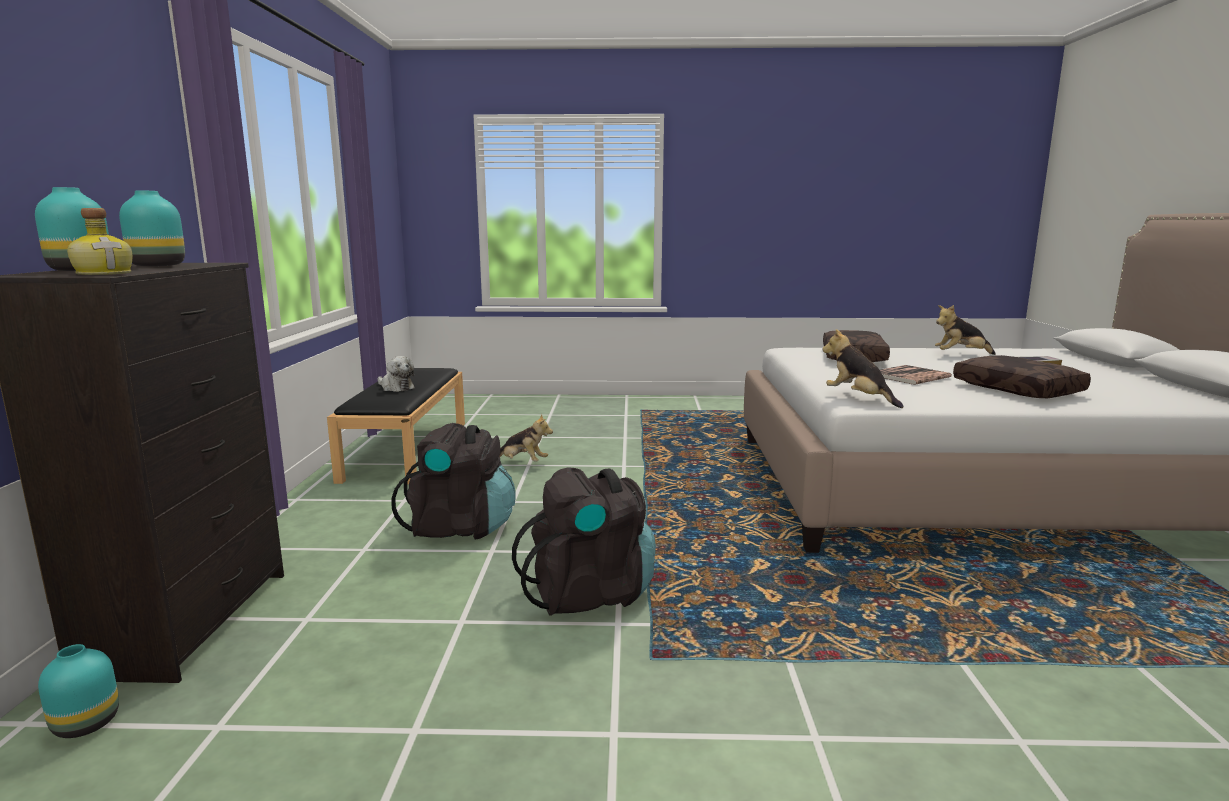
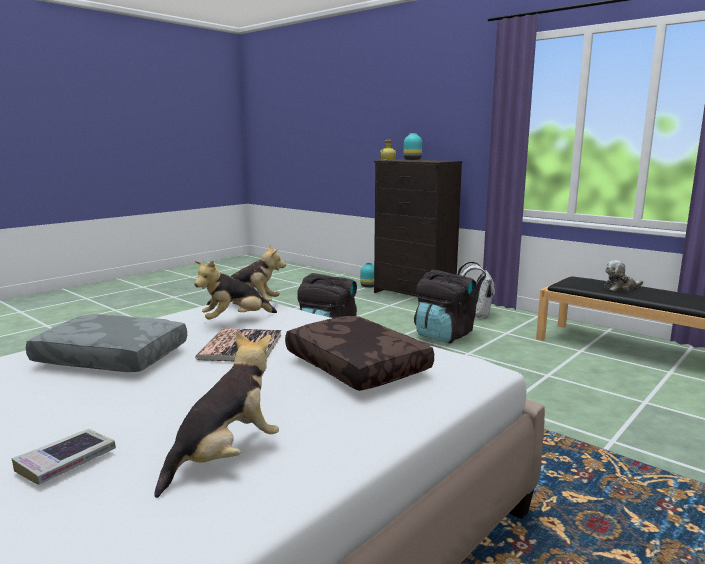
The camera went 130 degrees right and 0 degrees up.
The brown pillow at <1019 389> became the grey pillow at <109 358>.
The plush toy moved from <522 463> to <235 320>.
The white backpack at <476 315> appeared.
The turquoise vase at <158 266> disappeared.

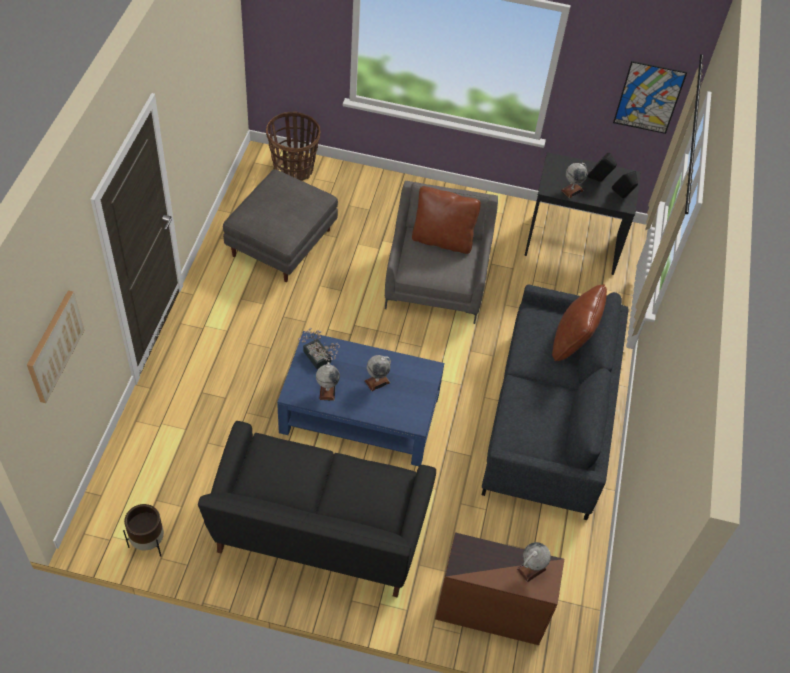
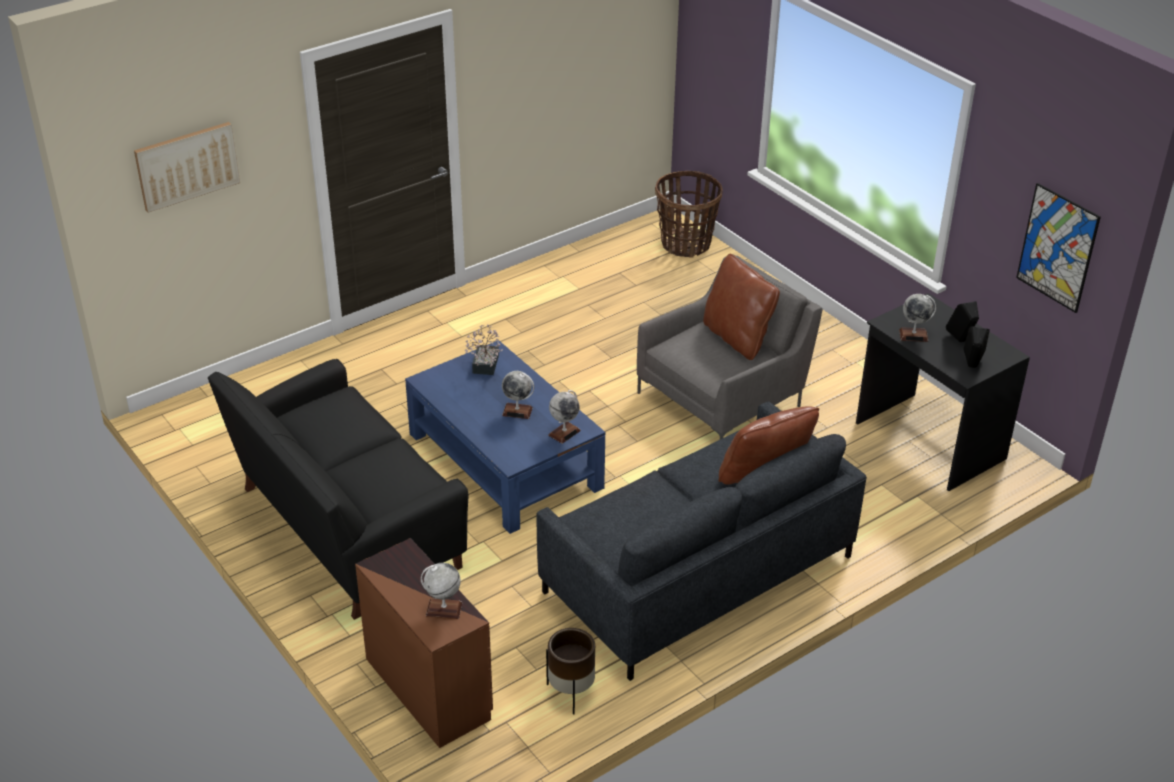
The camera went 45 degrees right and 15 degrees down.
The brown planter moved from <148 543> to <571 693>.
The globe moved from <327 391> to <564 433>.
The grey ottoman at <282 241> disappeared.

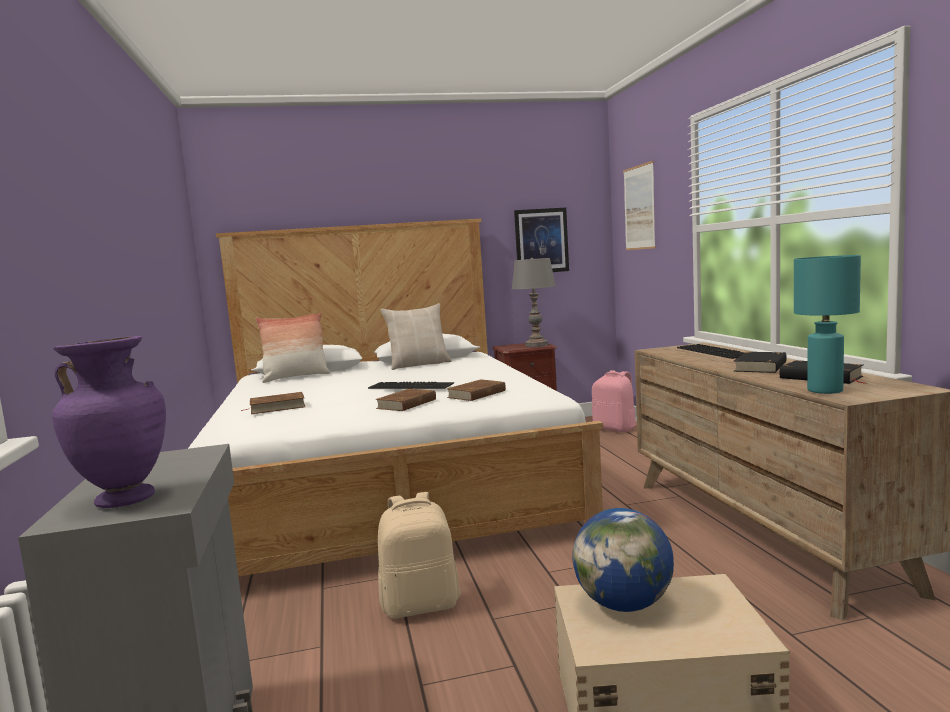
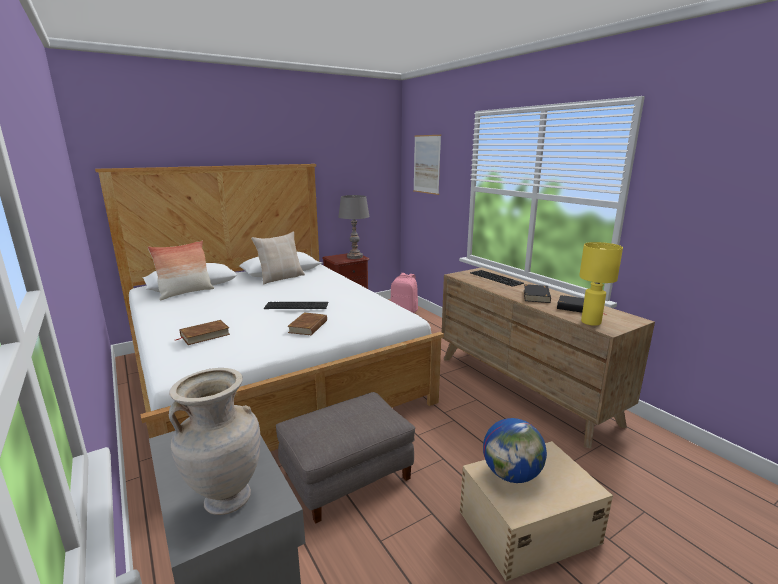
The camera went 20 degrees left and 10 degrees up.
The purple vase at <125 499> became the beige vase at <226 499>.
The beige backpack at <421 605> was replaced by the grey ottoman at <347 474>.
The turquoise table lamp at <824 391> became the yellow table lamp at <590 322>.
The brown book at <477 394> disappeared.
The picture at <541 241> disappeared.

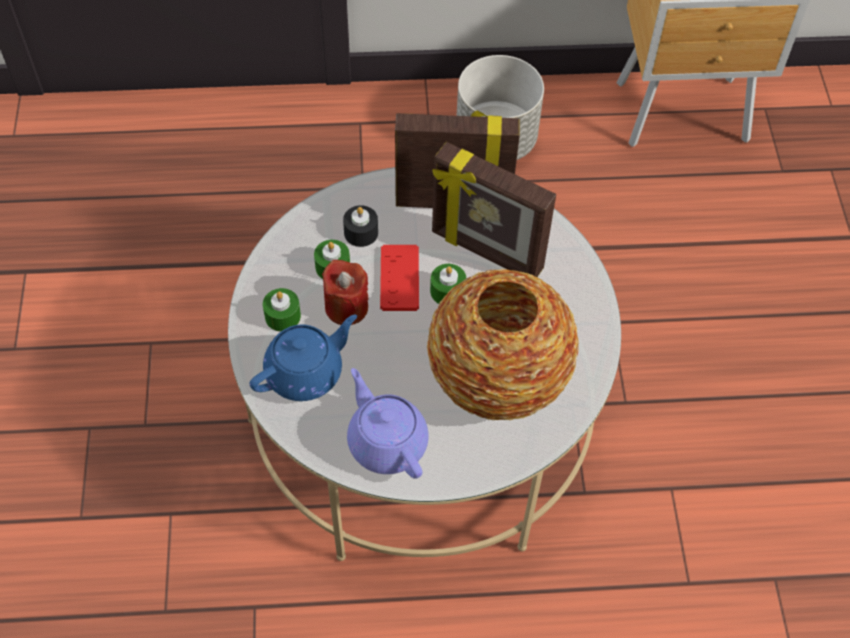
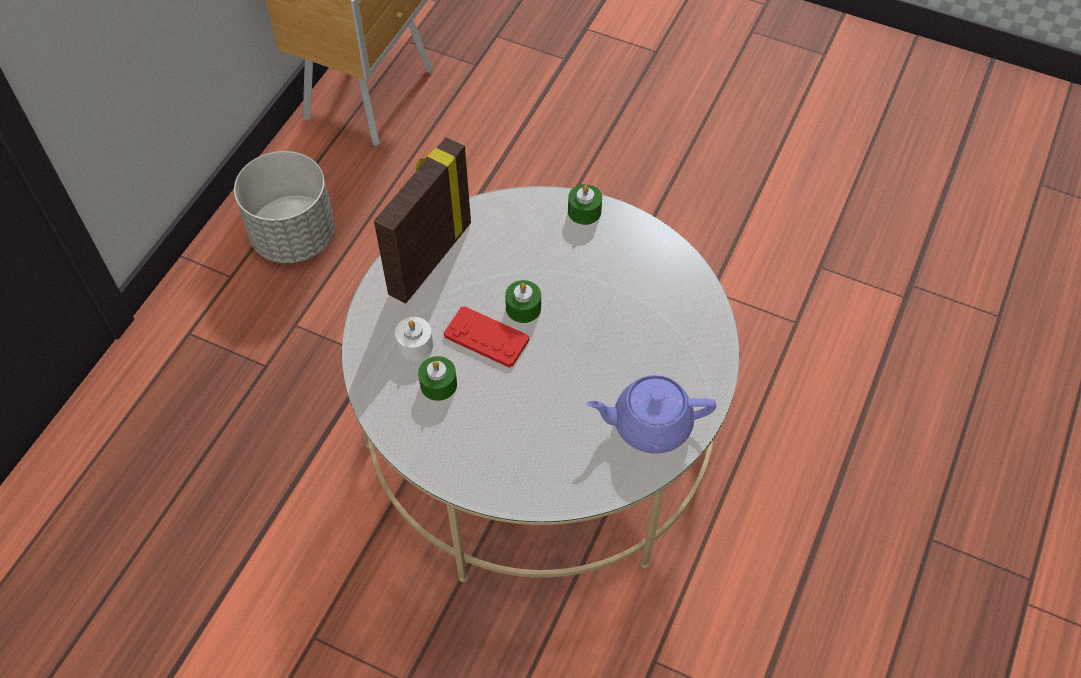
The camera went 60 degrees left and 0 degrees up.
The black candle at <361 232> became the white candle at <415 345>.
The green candle moved from <282 316> to <584 211>.
The blue teapot at <306 372> disappeared.
The red candle at <346 307> disappeared.
The vase at <497 378> disappeared.
The picture frame at <486 252> disappeared.

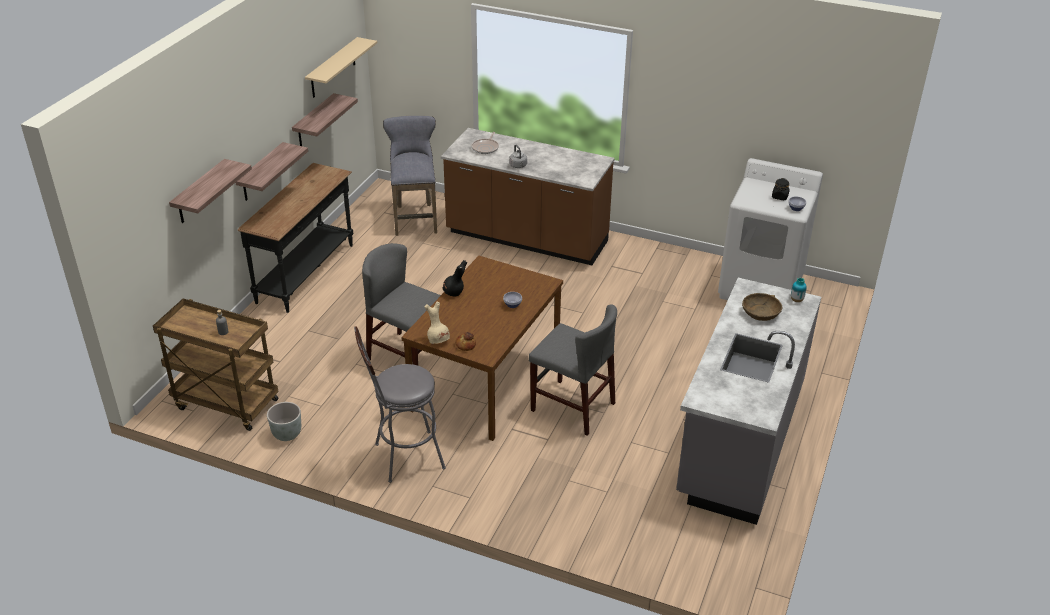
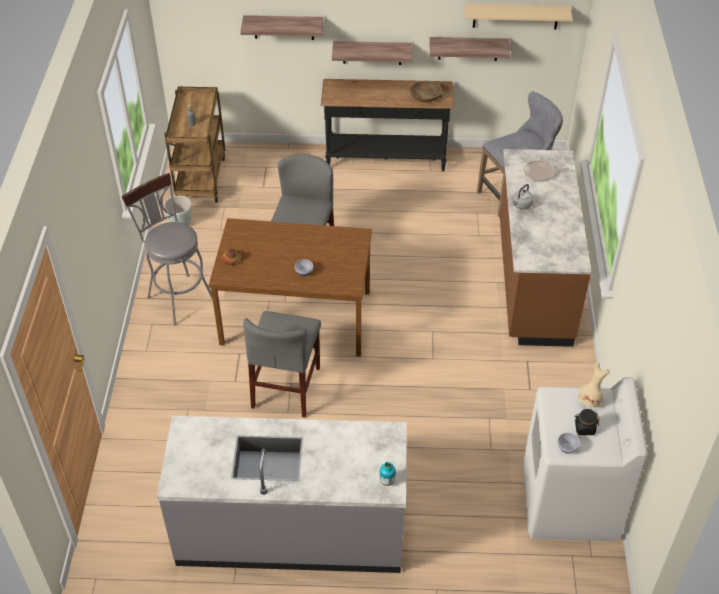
The camera went 70 degrees right and 10 degrees up.
The brown bowl moved from <761 312> to <425 96>.
The beige vase moved from <438 340> to <590 401>.
The black vase at <454 293> disappeared.

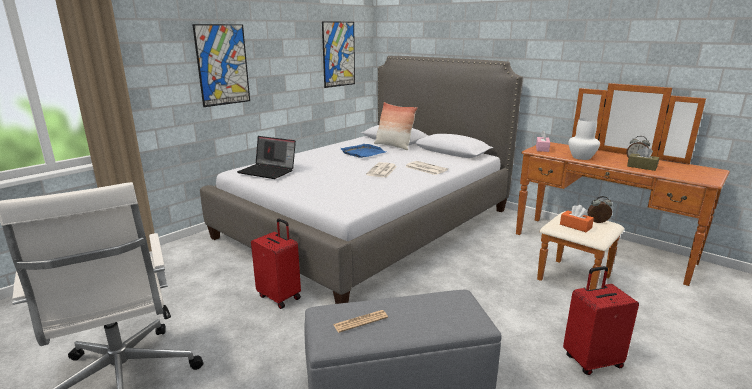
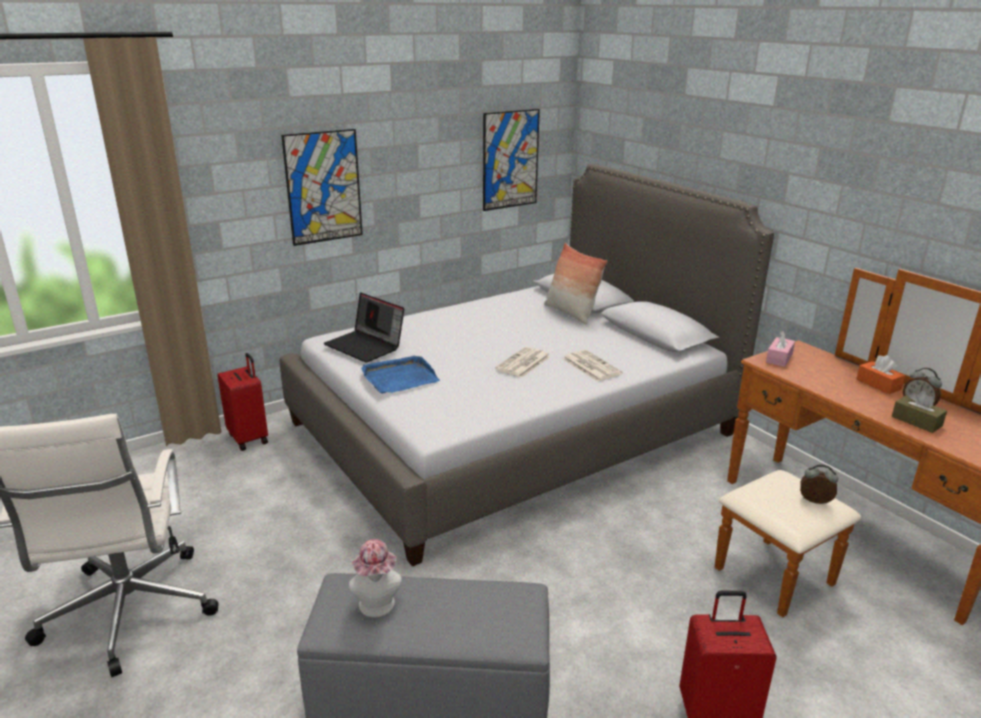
The camera went 15 degrees right and 5 degrees up.
The red suitcase moved from <280 297> to <249 438>.
The newspaper at <360 321> was replaced by the hat at <377 608>.
The blue tray moved from <363 153> to <399 378>.
The orange tissue box moved from <575 226> to <878 384>.
The white vase at <581 157> disappeared.

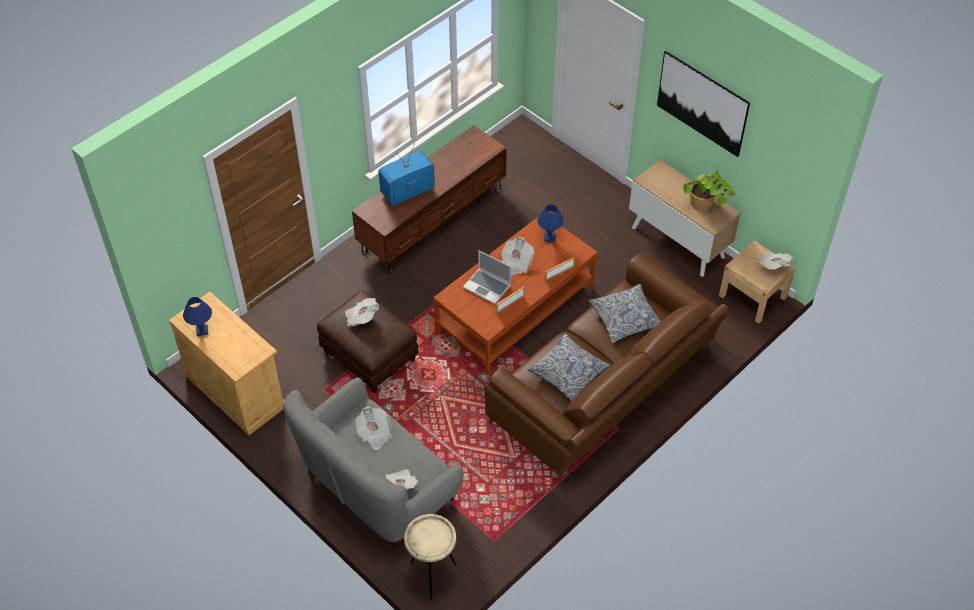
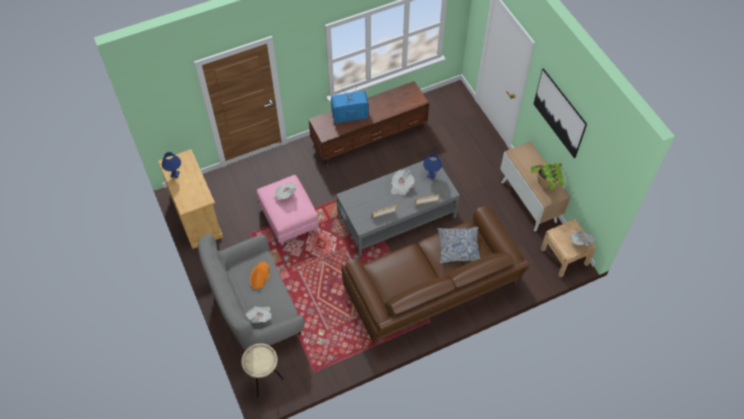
The camera went 20 degrees right and 5 degrees up.
The newspaper at <374 433> was replaced by the orange hat at <260 276>.
The brown ottoman at <370 356> became the pink ottoman at <290 219>.
The brown coffee table at <515 310> became the grey coffee table at <396 217>.
The laptop at <488 286> disappeared.
The pillow at <568 373> disappeared.

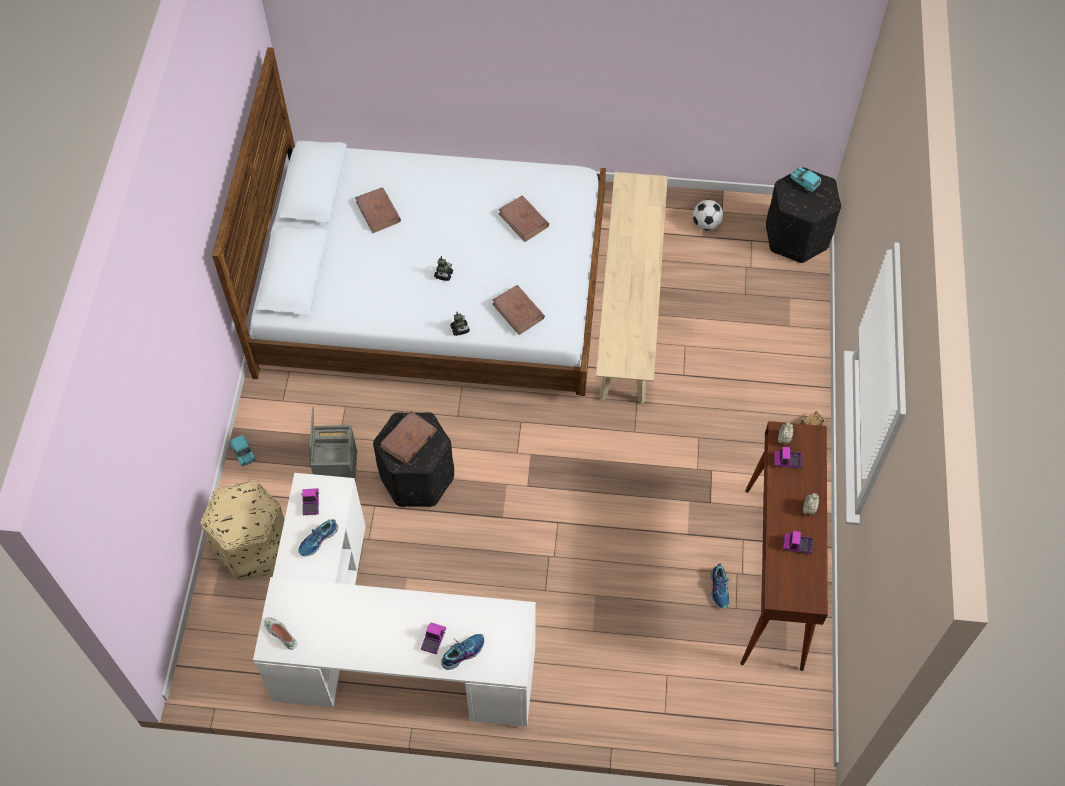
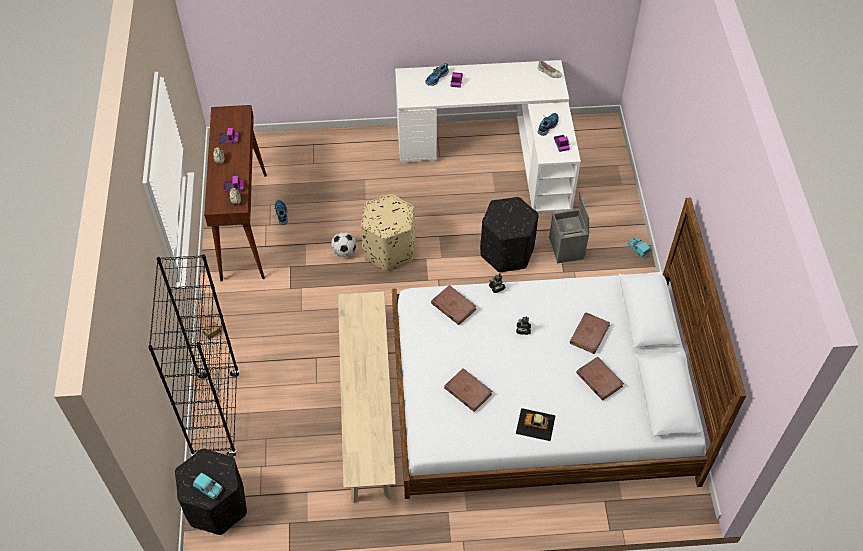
The camera went 170 degrees right and 5 degrees down.
The black bookcase at <217 415> appeared.
The football moved from <706 224> to <344 251>.
The beige ottoman moved from <253 547> to <389 250>.
The toy car at <535 424> appeared.
The brown book moved from <408 439> to <589 334>.

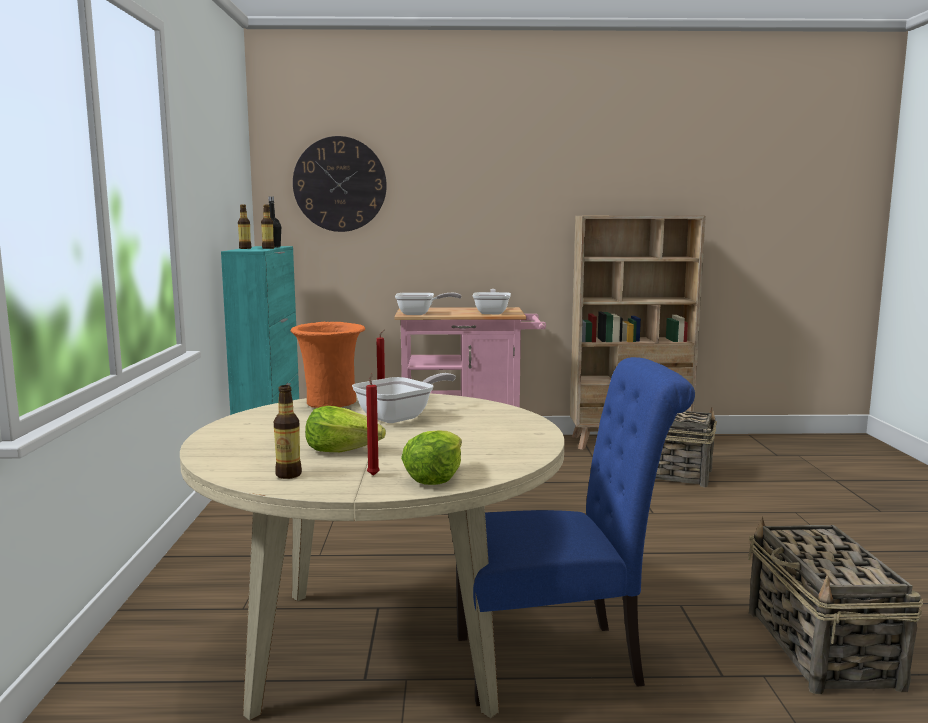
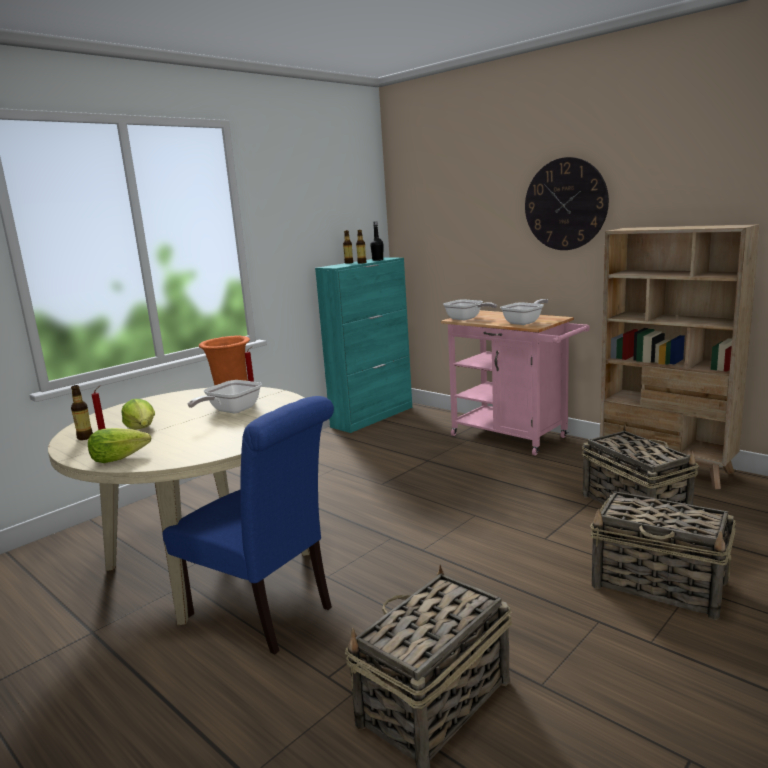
The camera went 45 degrees right and 5 degrees up.
The frying pan at <401 417> turned 120 degrees clockwise.
The wall clock moved from <339 184> to <565 204>.
The basket at <660 585> appeared.

